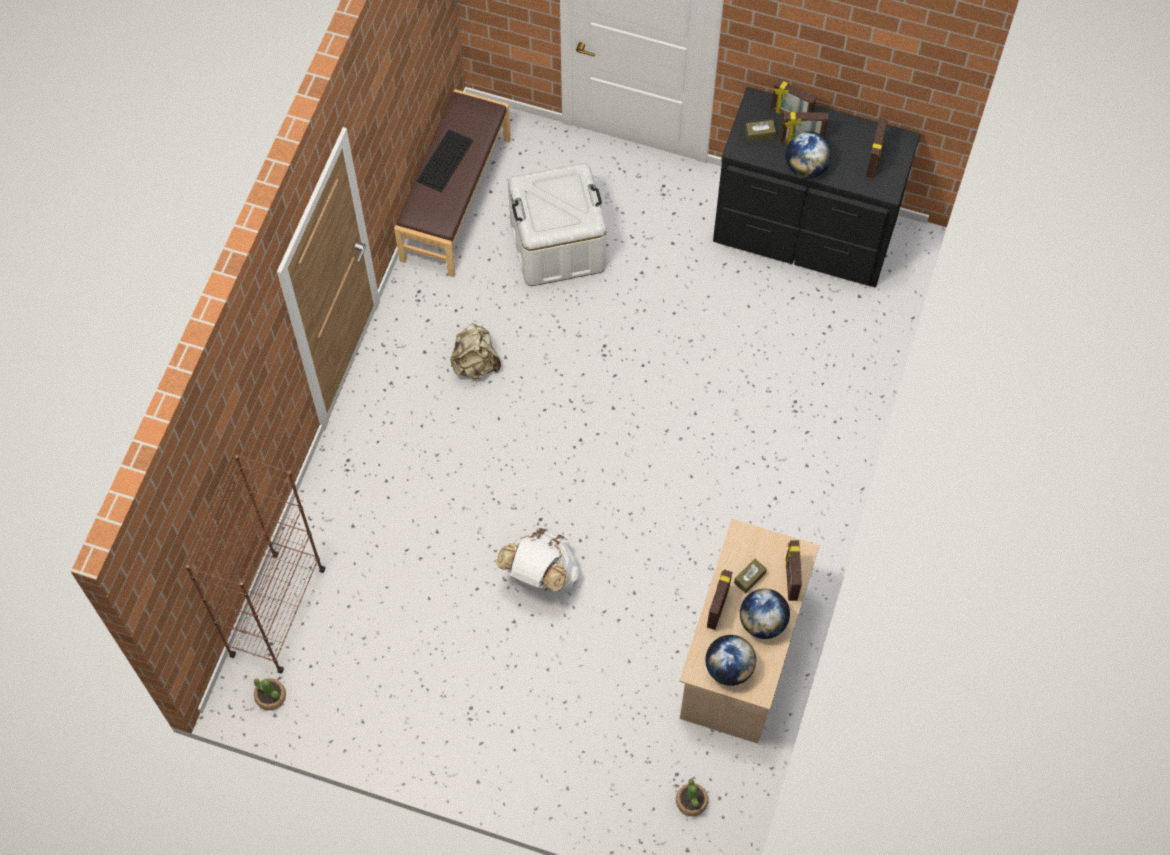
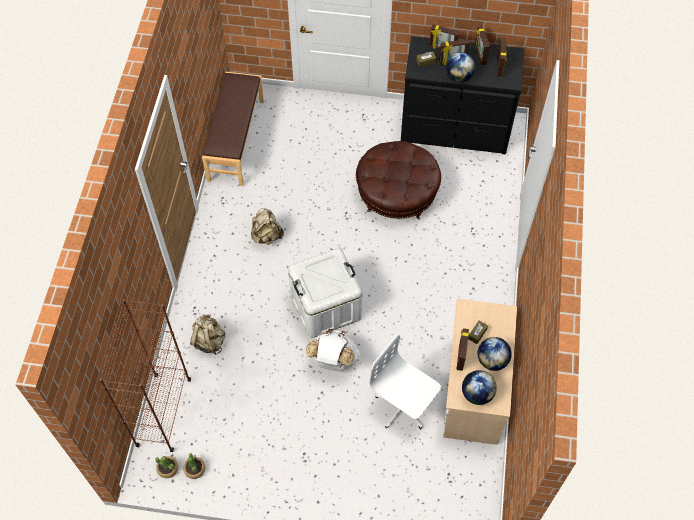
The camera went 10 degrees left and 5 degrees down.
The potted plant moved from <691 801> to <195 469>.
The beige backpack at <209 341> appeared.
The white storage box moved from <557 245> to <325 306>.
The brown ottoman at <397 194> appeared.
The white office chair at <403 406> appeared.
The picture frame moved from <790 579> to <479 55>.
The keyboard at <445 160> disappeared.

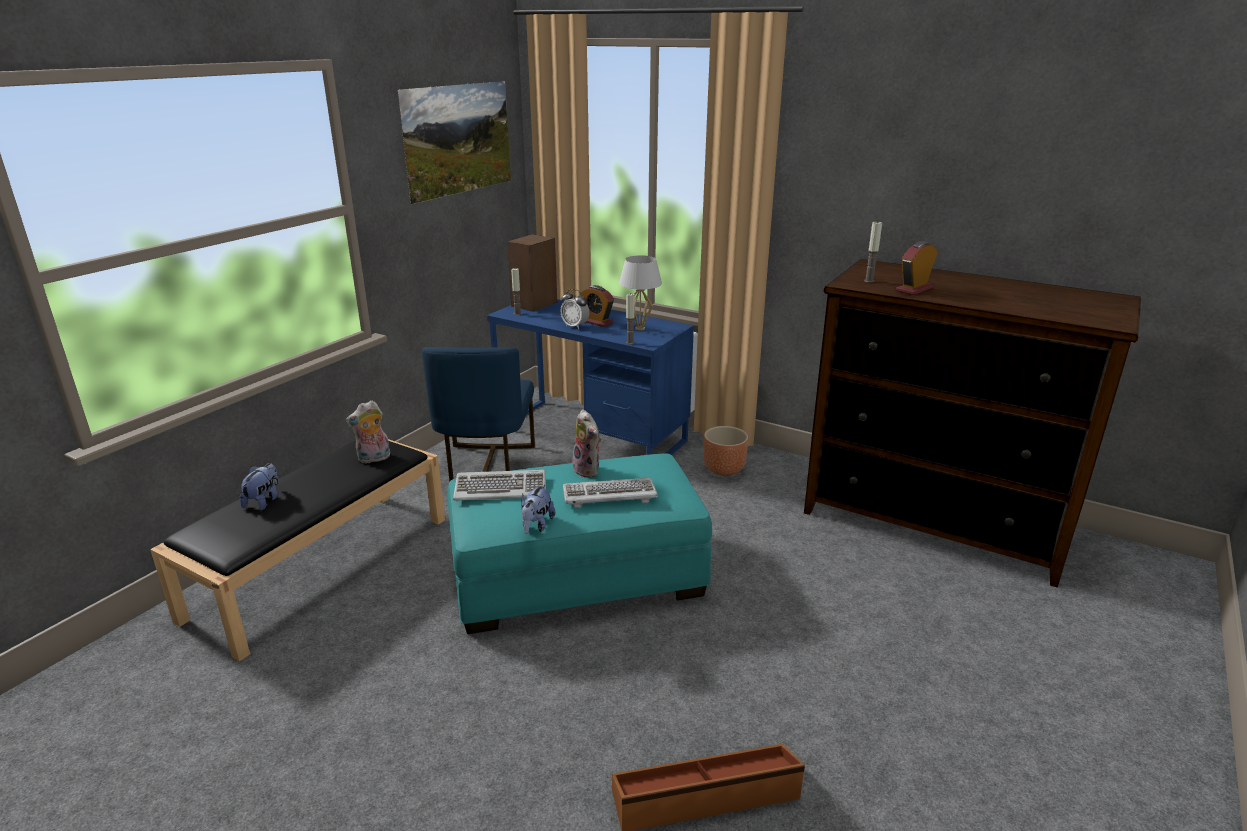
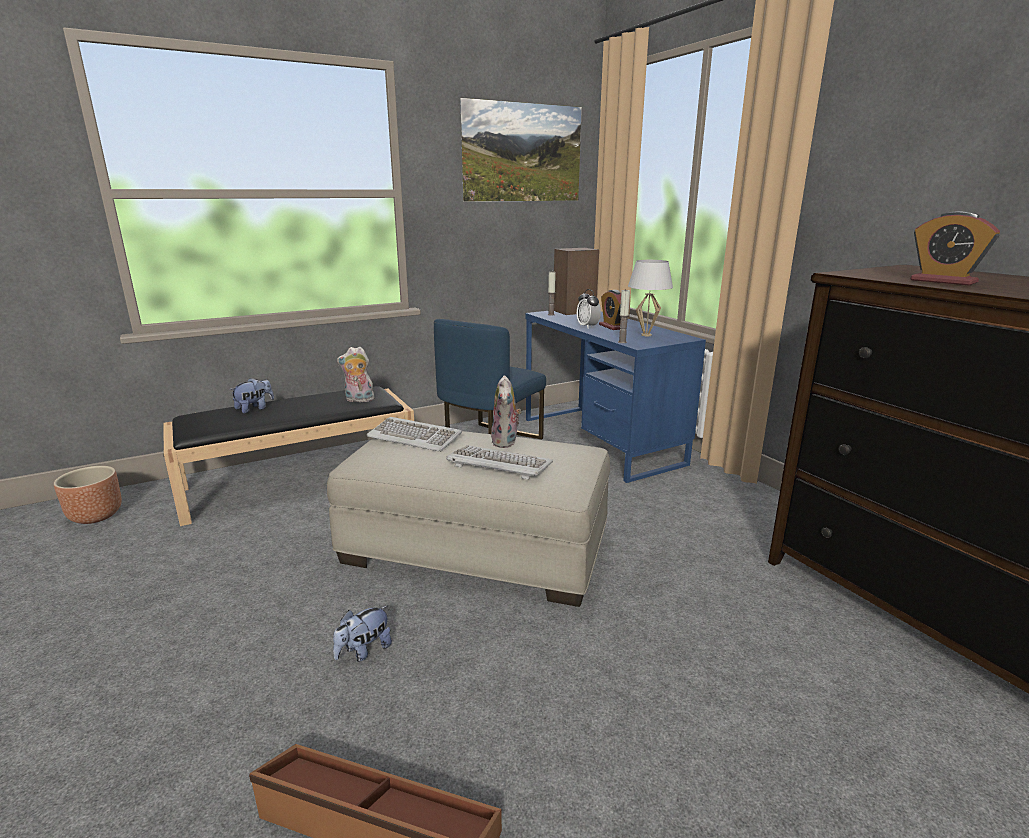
The camera went 30 degrees right and 5 degrees down.
The brown planter moved from <724 469> to <97 516>.
The turquoise ottoman at <576 575> became the beige ottoman at <476 546>.
The plush toy moved from <536 525> to <364 651>.
The alarm clock at <914 289> turned 120 degrees counterclockwise.
The candle at <869 281> disappeared.

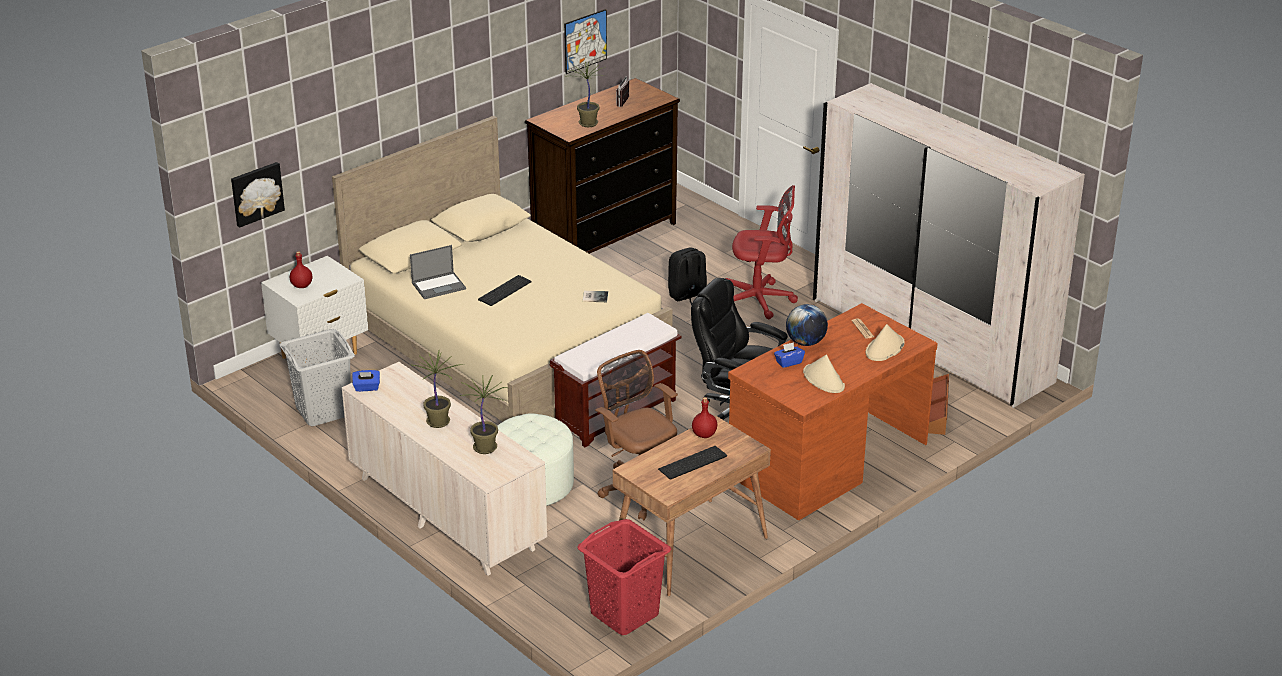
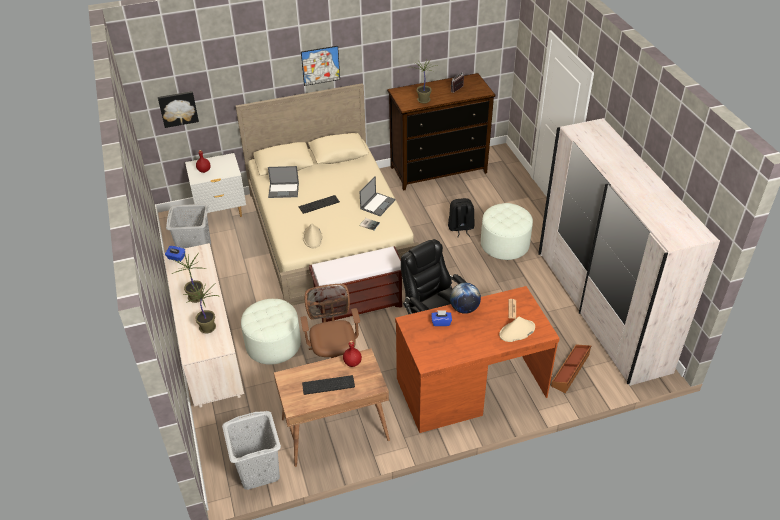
The camera went 25 degrees right and 10 degrees up.
The red laundry basket at <624 614> became the grey laundry basket at <258 471>.
The picture moved from <585 41> to <320 65>.
The beige hat moved from <824 380> to <312 237>.
The laptop at <377 204> appeared.
The red office chair at <760 300> was replaced by the white ottoman at <504 244>.

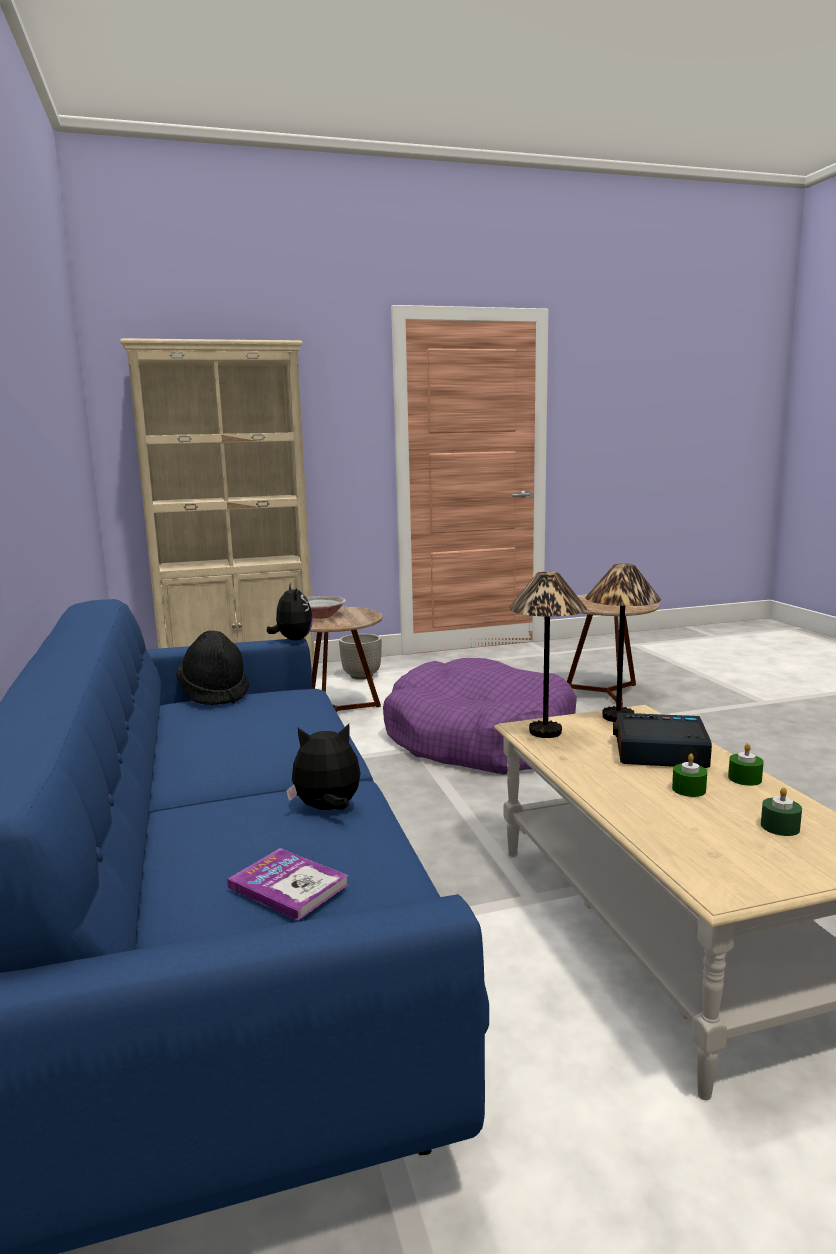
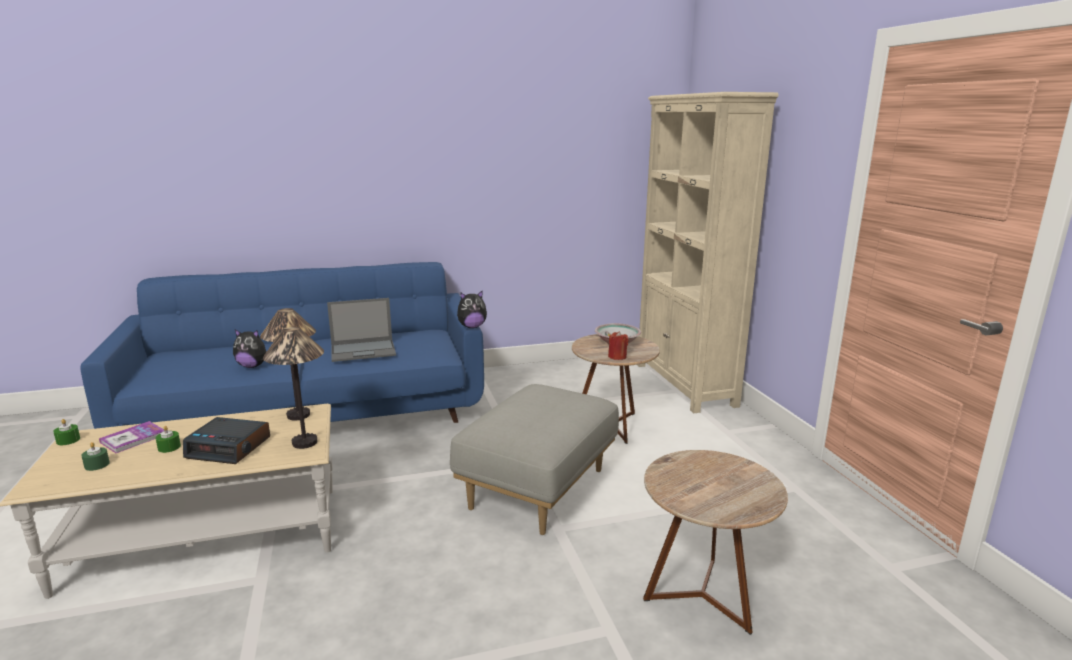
The camera went 90 degrees right and 5 degrees up.
The green candle moved from <744 778> to <68 440>.
The book moved from <288 886> to <133 438>.
The alarm clock at <659 752> turned 90 degrees clockwise.
The plush toy at <328 809> turned 105 degrees clockwise.
The laptop at <364 350> appeared.
The purple dog bed at <479 739> was replaced by the grey ottoman at <539 490>.
The red candle at <617 357> appeared.
The black hat at <215 694> disappeared.
The planter at <361 676> disappeared.

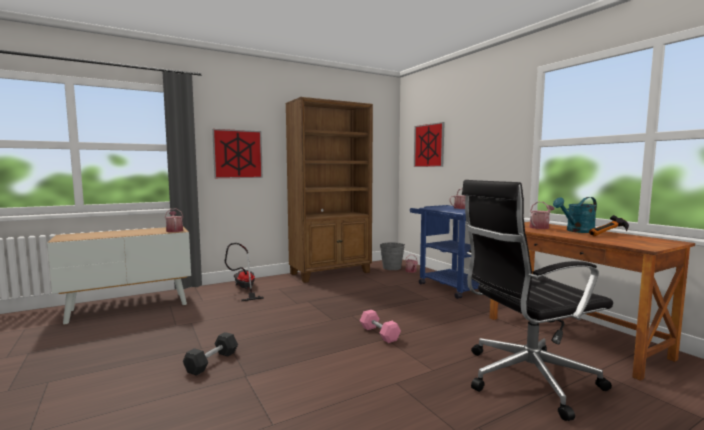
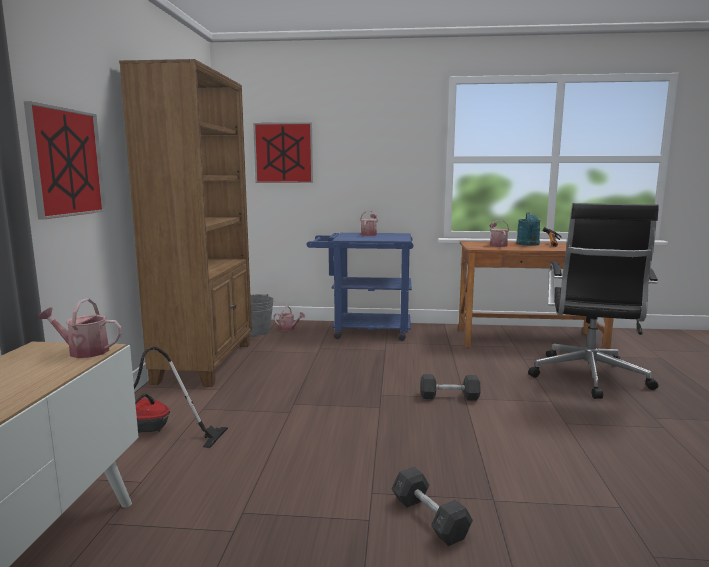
The camera went 55 degrees left and 5 degrees up.
The pink dumbbell at <379 334> became the grey dumbbell at <449 397>.

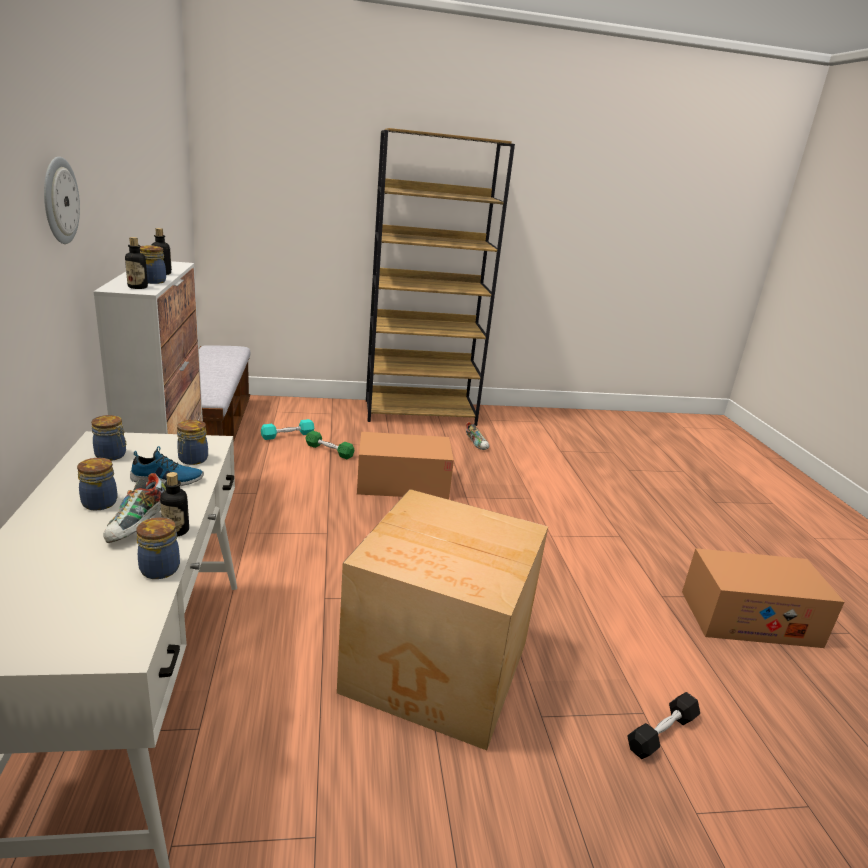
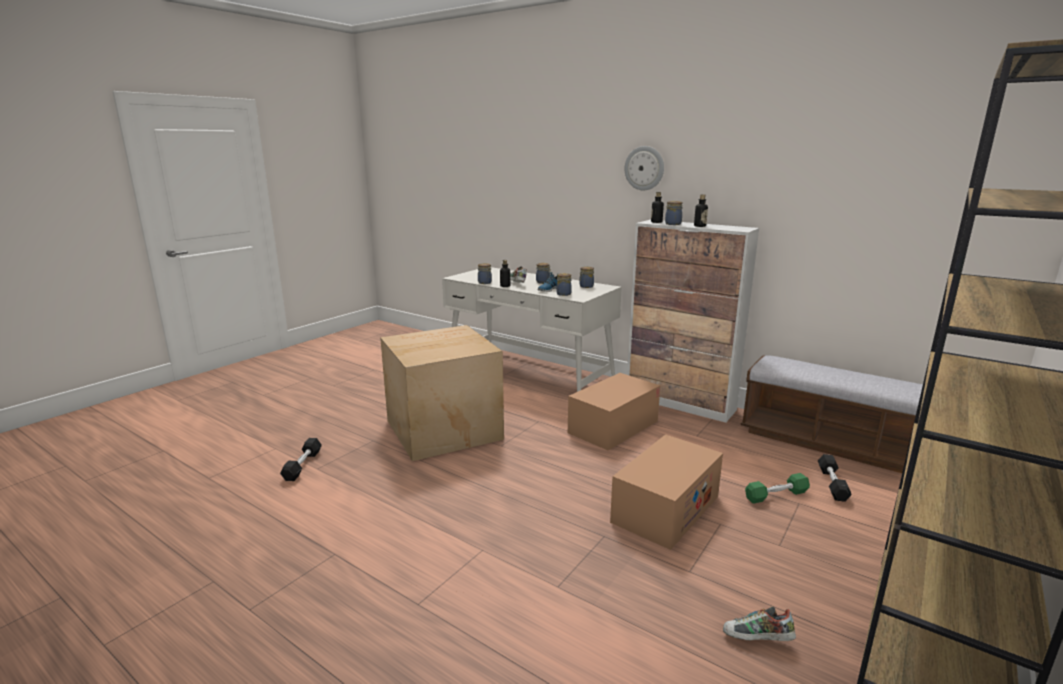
The camera went 135 degrees right and 5 degrees down.
The cardboard box moved from <749 618> to <613 427>.
The turquoise dumbbell at <287 435> became the black dumbbell at <832 484>.

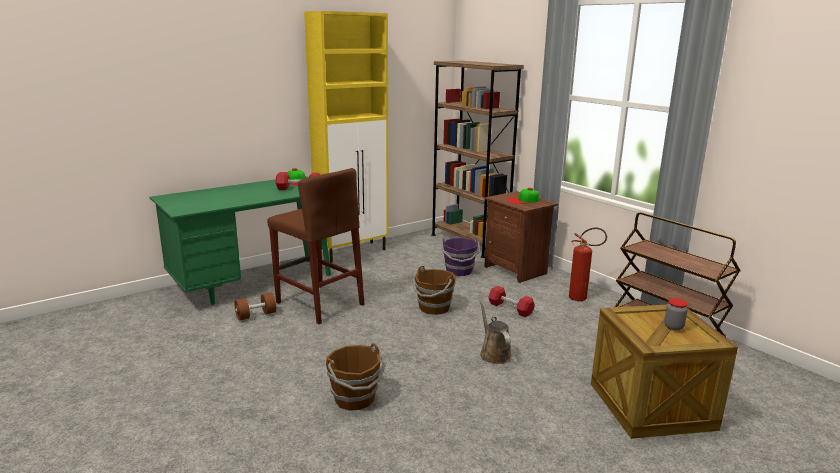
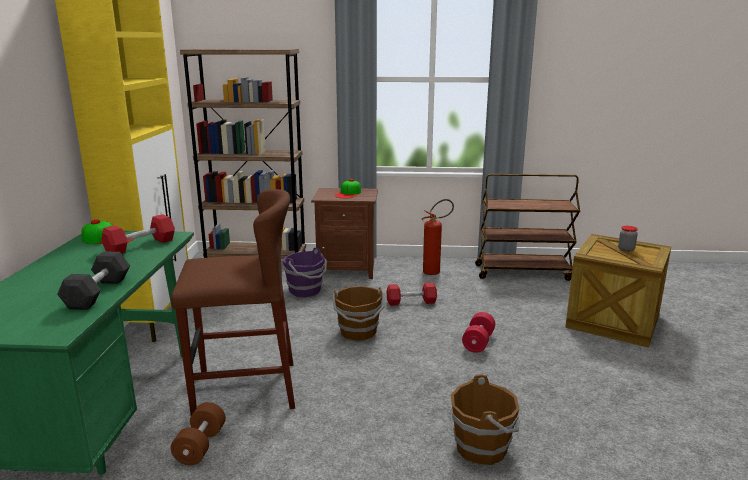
The camera went 50 degrees left and 0 degrees up.
The black dumbbell at <98 293> appeared.
The brown watering can at <494 353> was replaced by the red dumbbell at <478 342>.

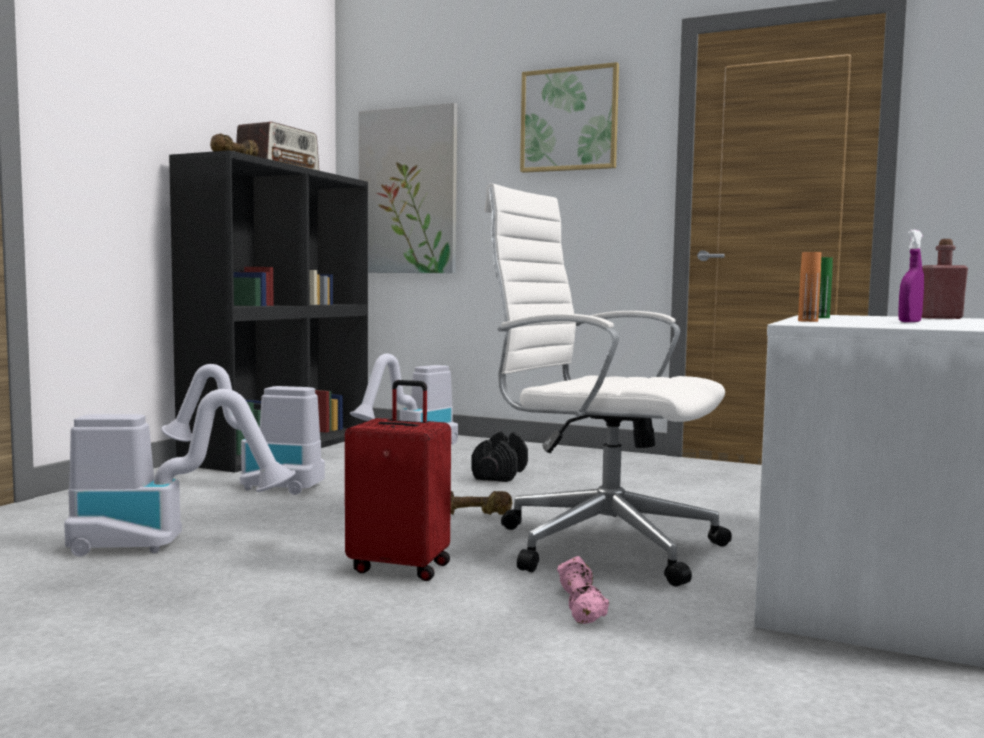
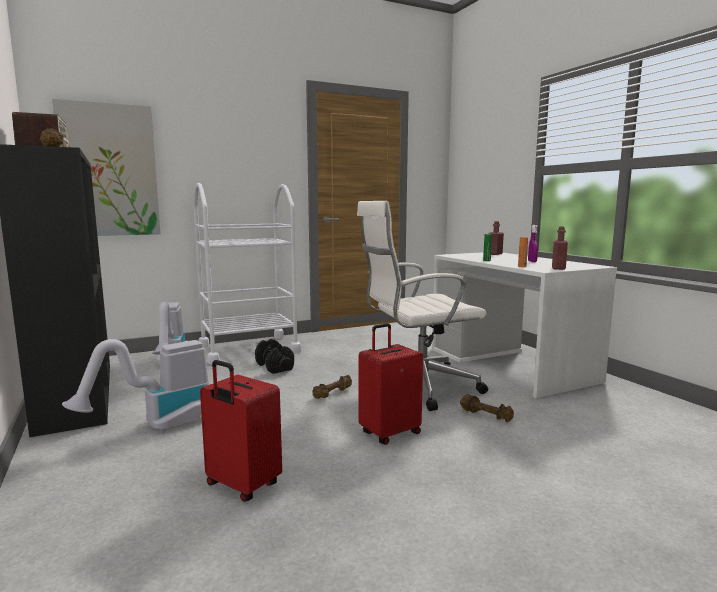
The camera went 50 degrees left and 5 degrees up.
The white cart at <248 349> appeared.
The vacuum cleaner at <166 544> was replaced by the red suitcase at <241 486>.
The pink dumbbell at <581 606> became the brown dumbbell at <486 415>.
The red bottle at <558 268> appeared.
The picture at <569 120> disappeared.

